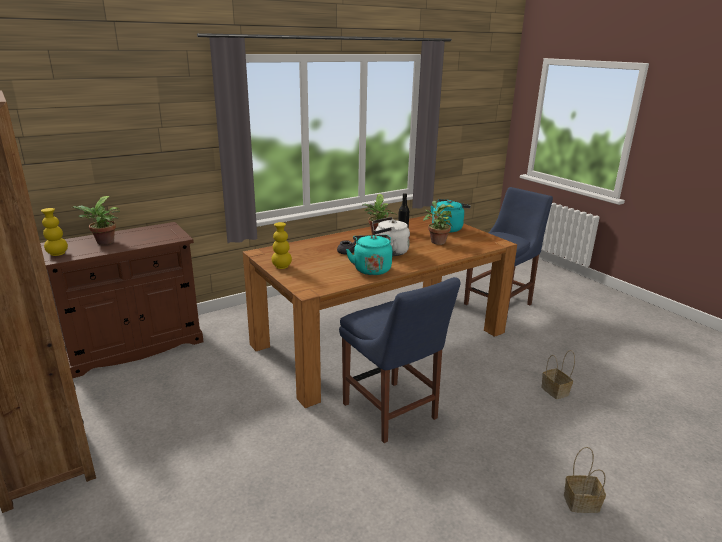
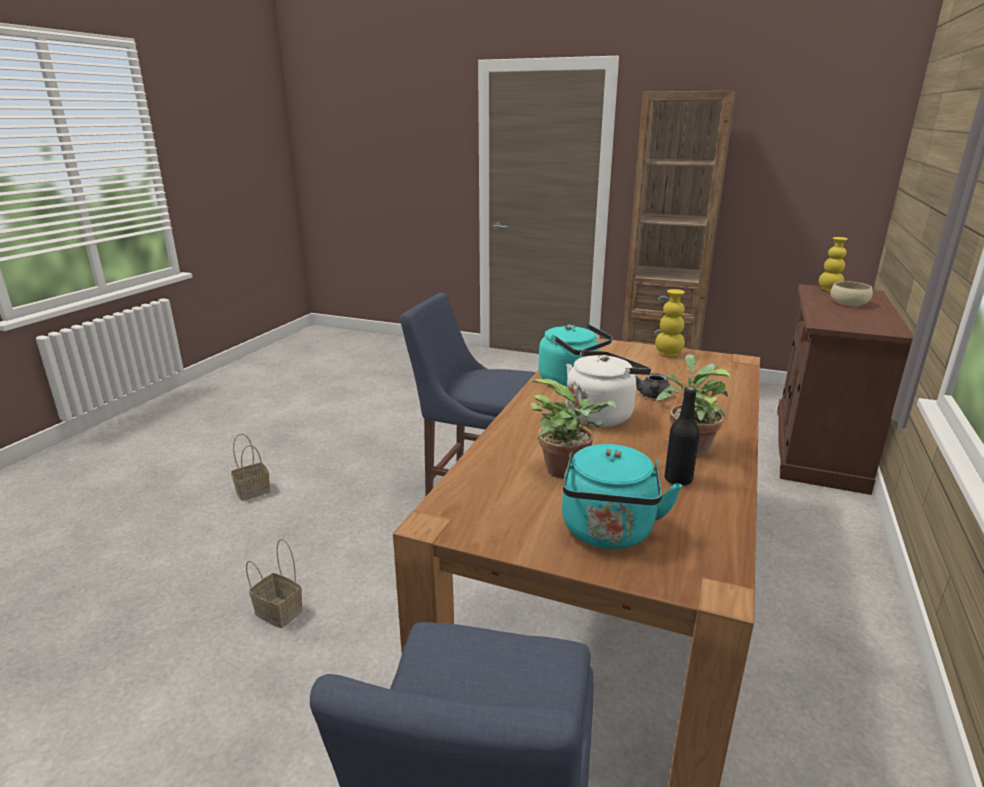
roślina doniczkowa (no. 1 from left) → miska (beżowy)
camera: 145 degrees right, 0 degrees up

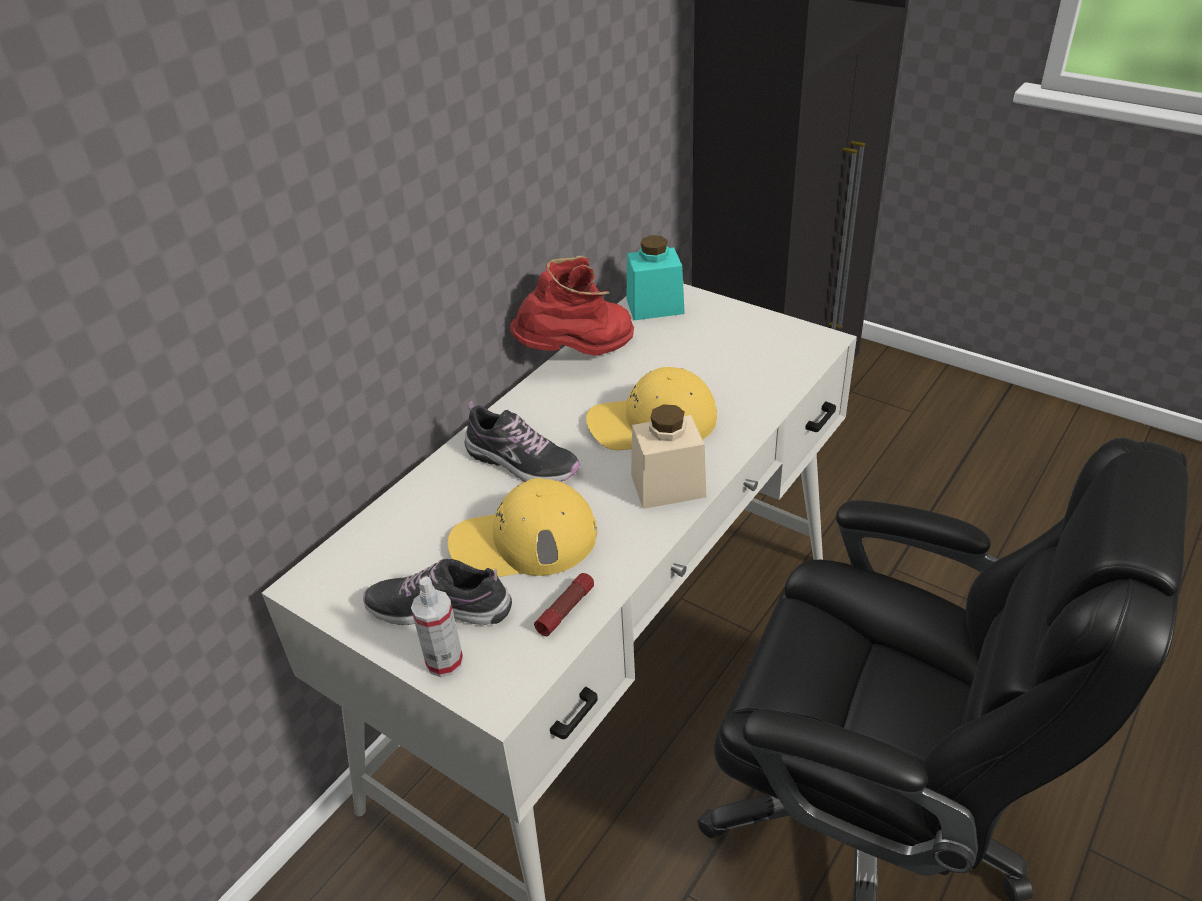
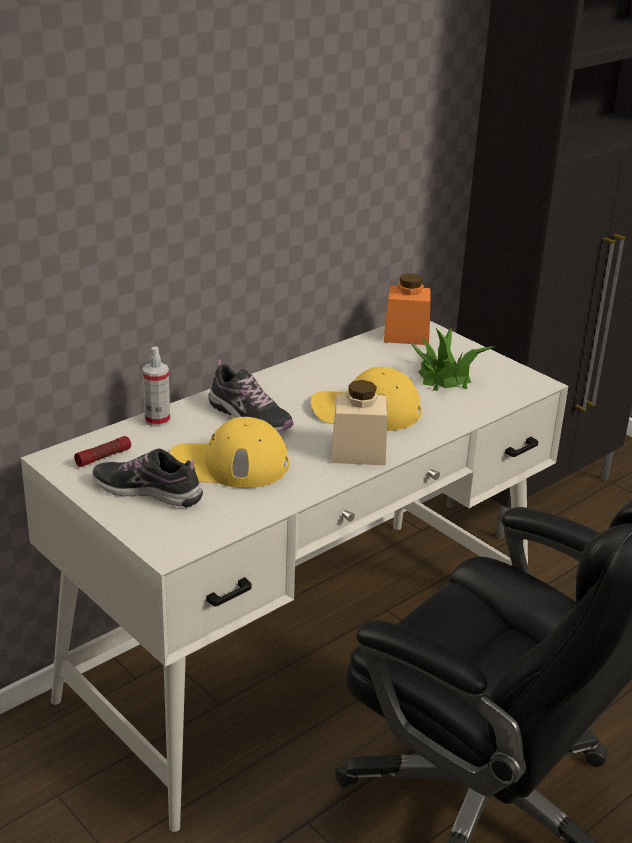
słoik (turkusowy) → słoik (pomarańczowy)
but z cholewką (czerwony) → -
latarka, relocated
spryskiwacz, relocated
- → roślina doniczkowa
camera: 10 degrees right, 10 degrees down

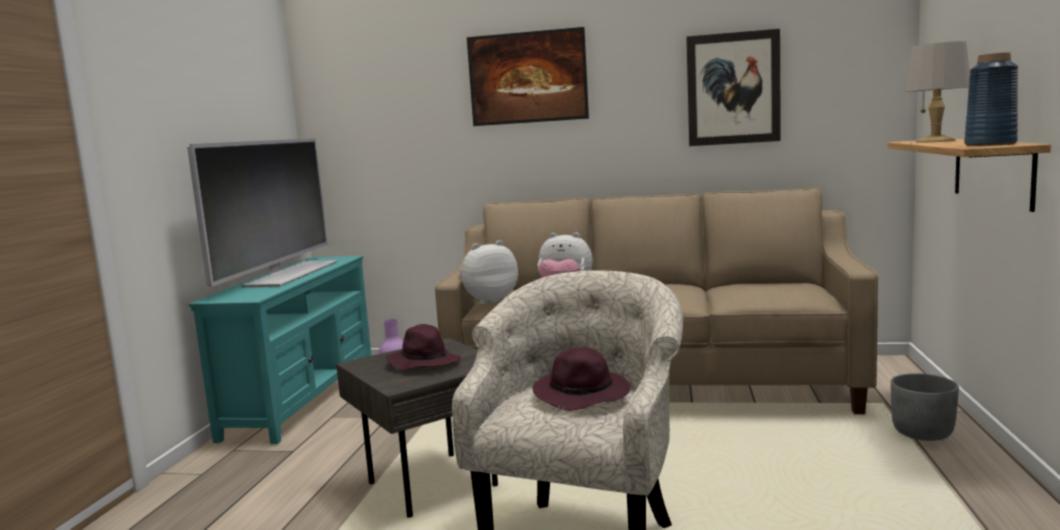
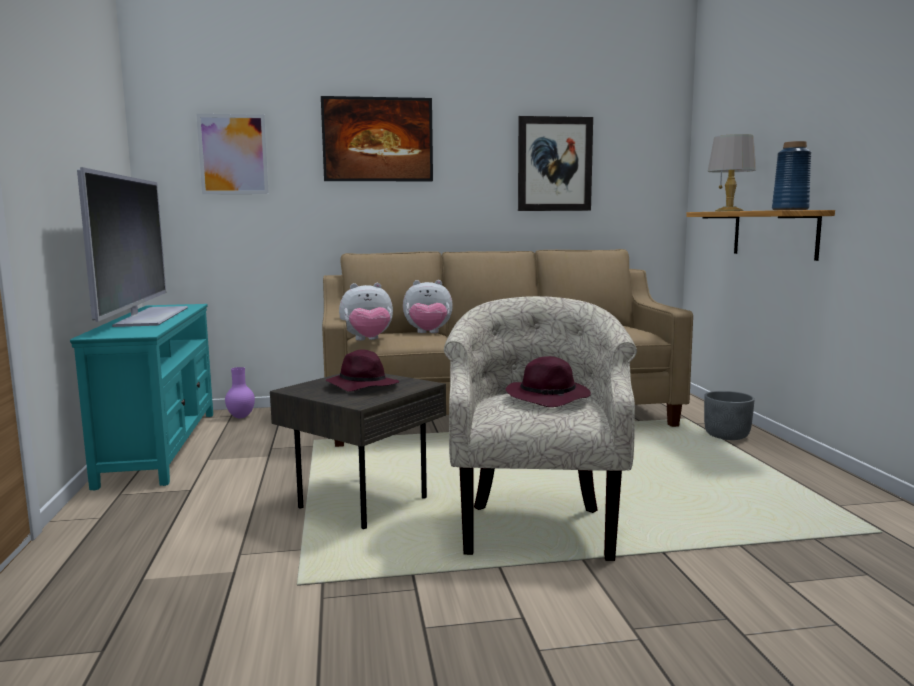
pluszak (no. 1 from left), 150 degrees counterclockwise
- → obraz (no. 1 from left)
camera: 20 degrees left, 0 degrees up

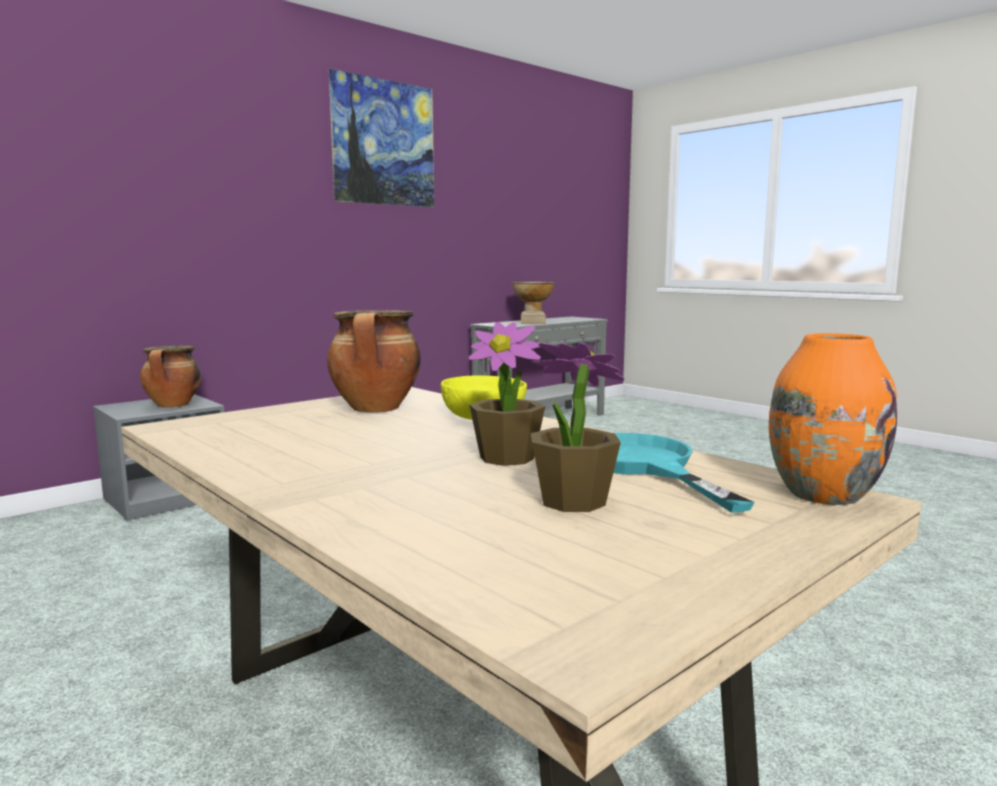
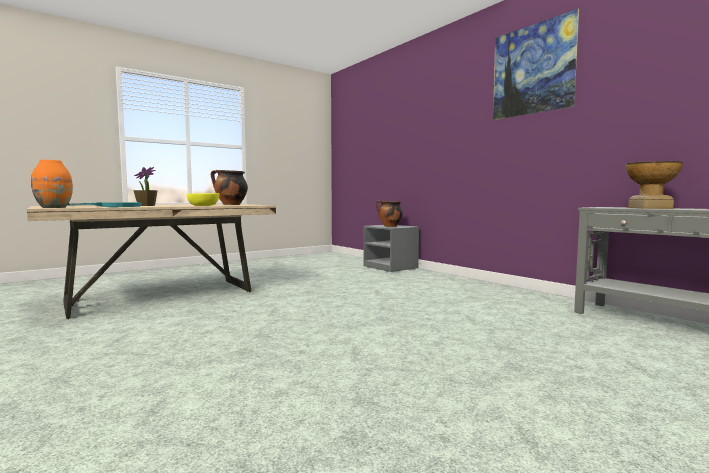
roślina doniczkowa (no. 2 from left) → -
camera: 95 degrees right, 5 degrees down

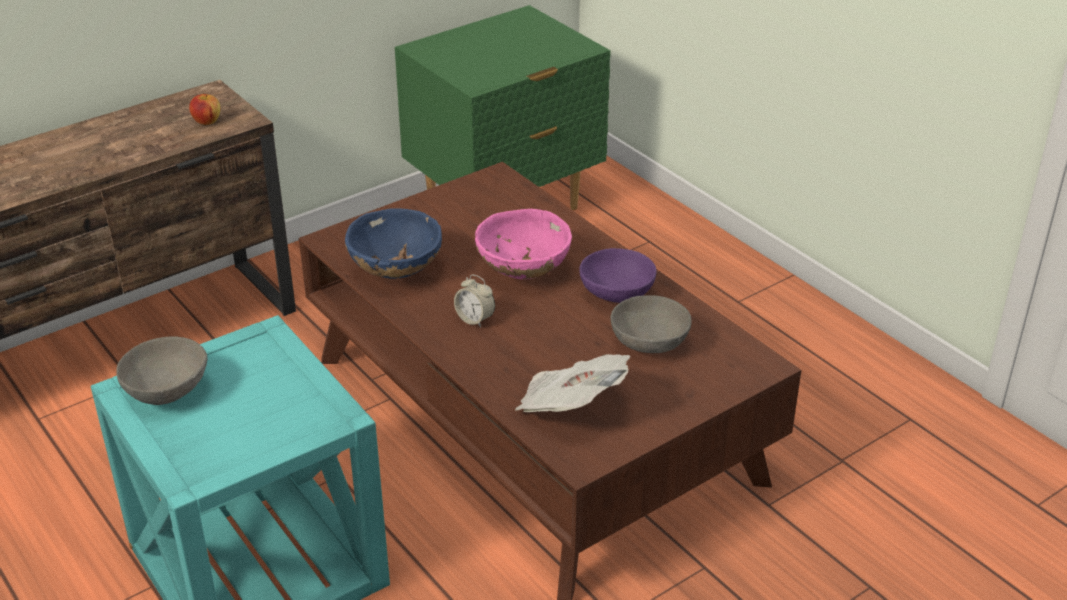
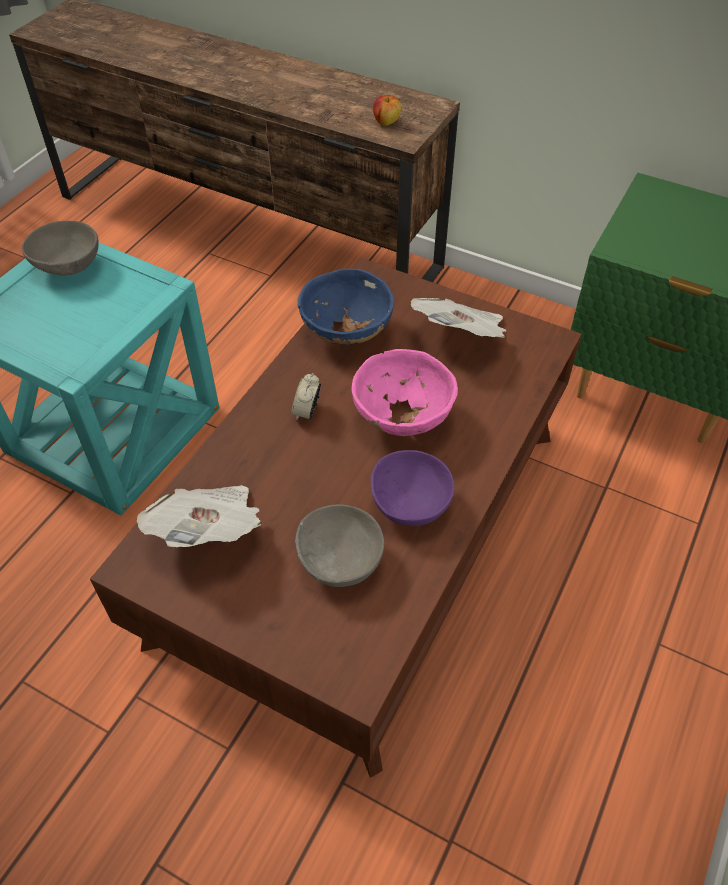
- → gazeta (no. 2 from left)
camera: 65 degrees right, 15 degrees up

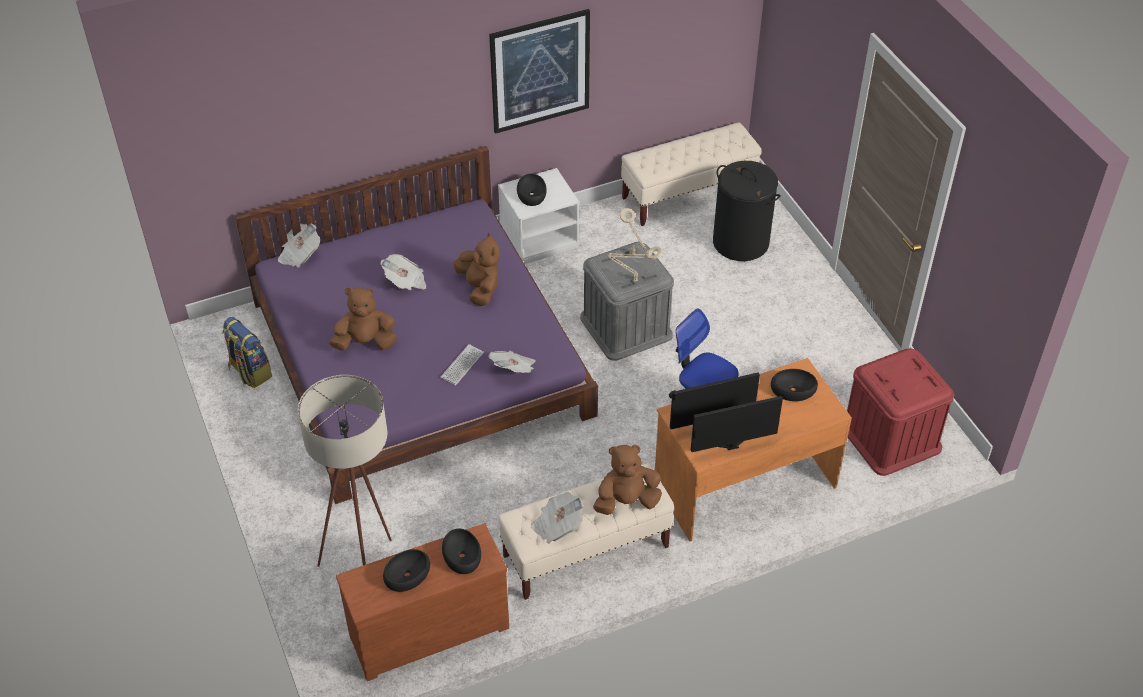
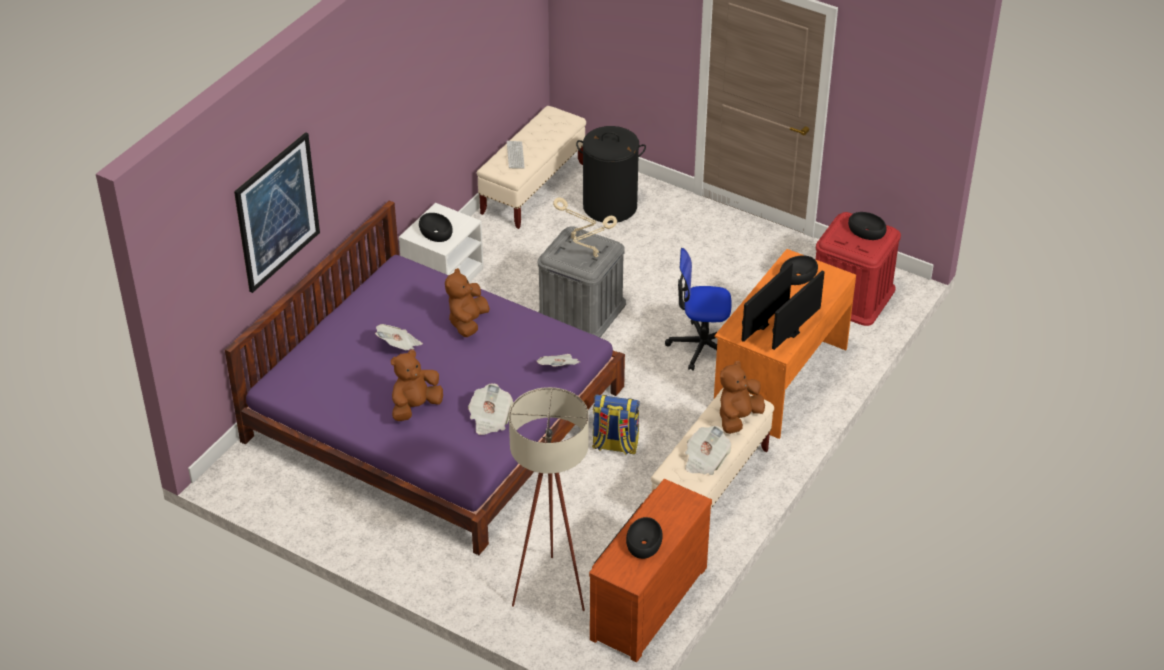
obraz, relocated
gazeta (no. 1 from left in the first image) → gazeta (no. 2 from left), relocated
pluszak (brązowy) (no. 2 from left), 105 degrees counterclockwise
plecak, relocated
klawiatura, relocated
miska (czarny) (no. 2 from left in the first image) → miska (czarny) (no. 4 from left), relocated
camera: 35 degrees left, 5 degrees down

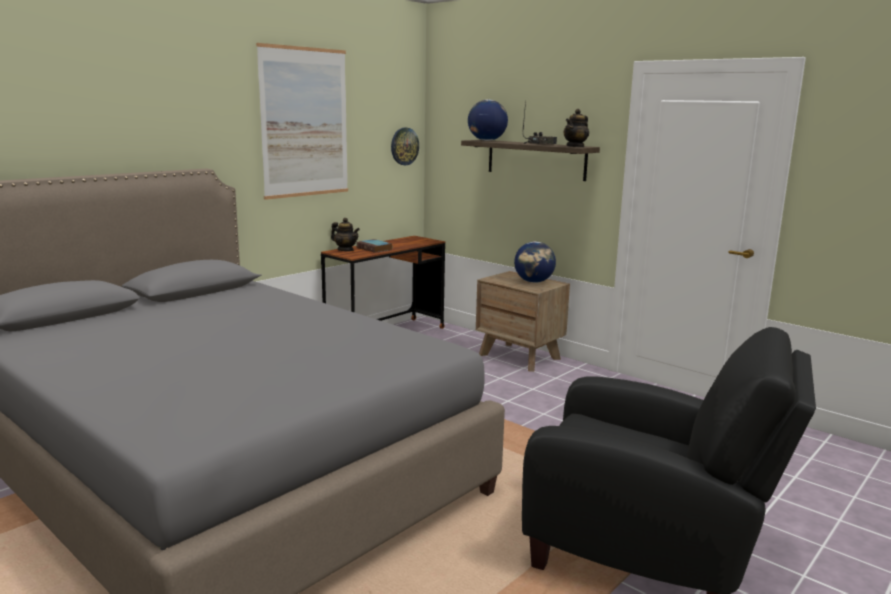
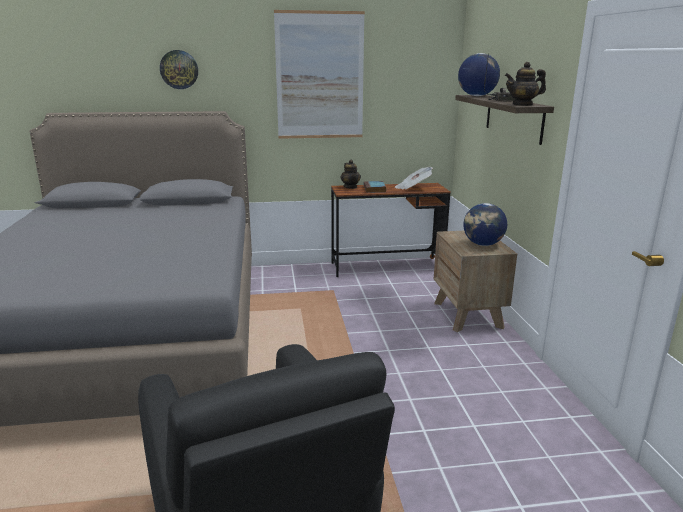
zegar ścienny, relocated
- → gazeta
camera: 40 degrees right, 5 degrees up

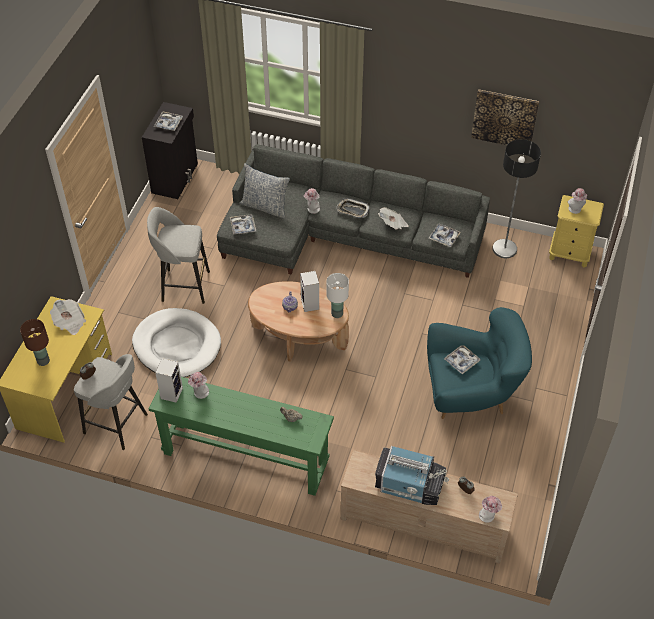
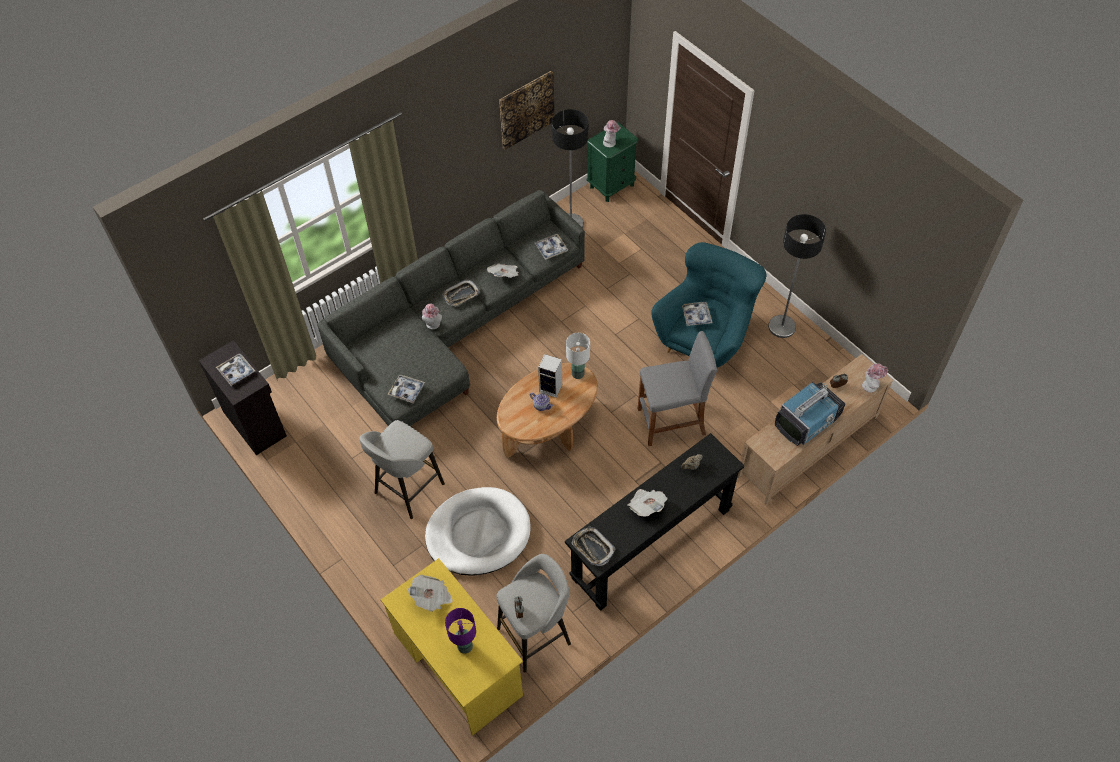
poduszka → -
szafka nocna (żółty) → szafka nocna (zielony)
lampa stołowa (brązowy) → lampa stołowa (fioletowy)
głośnik (no. 1 from left) → taca (no. 5 from left)
kapelusz (no. 1 from left) → -
stolik konsolowy (zielony) → stolik konsolowy (czarny)
- → lampa stojąca (no. 2 from left)
- → stołek (szary) (no. 3 from left)
- → gazeta (no. 3 from left)
camera: 55 degrees left, 5 degrees up

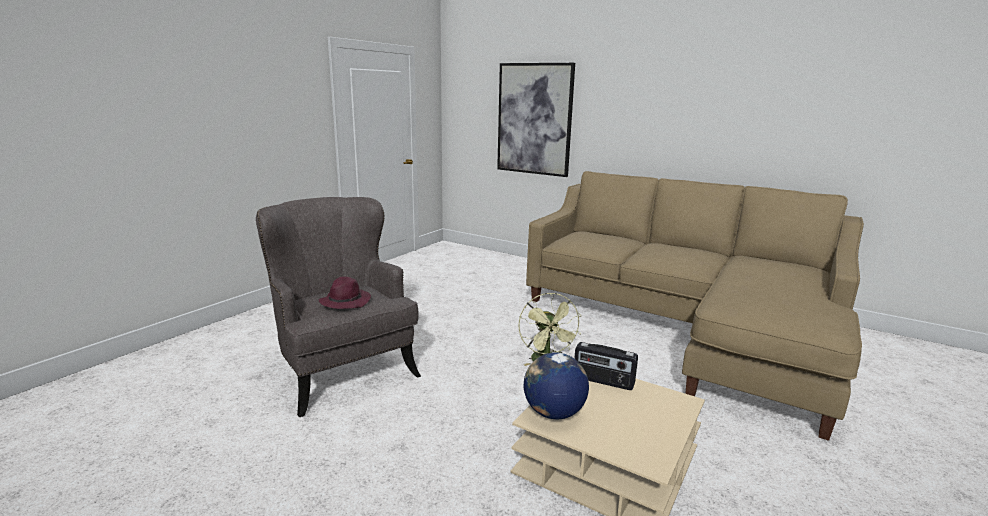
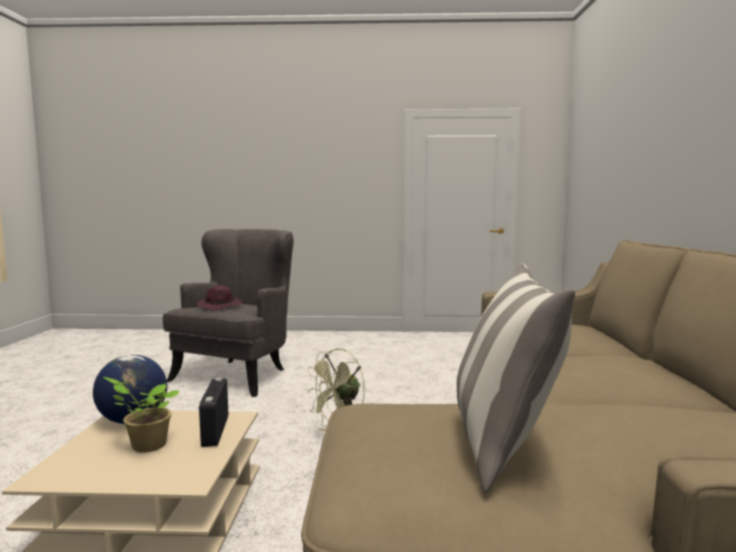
obraz → -
- → poduszka
- → roślina doniczkowa
camera: 60 degrees right, 10 degrees down

